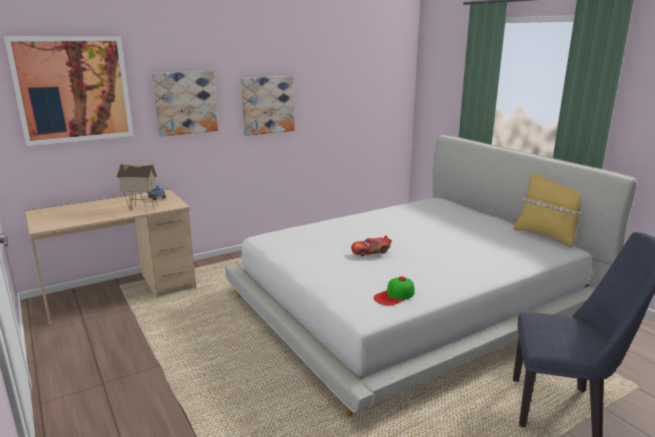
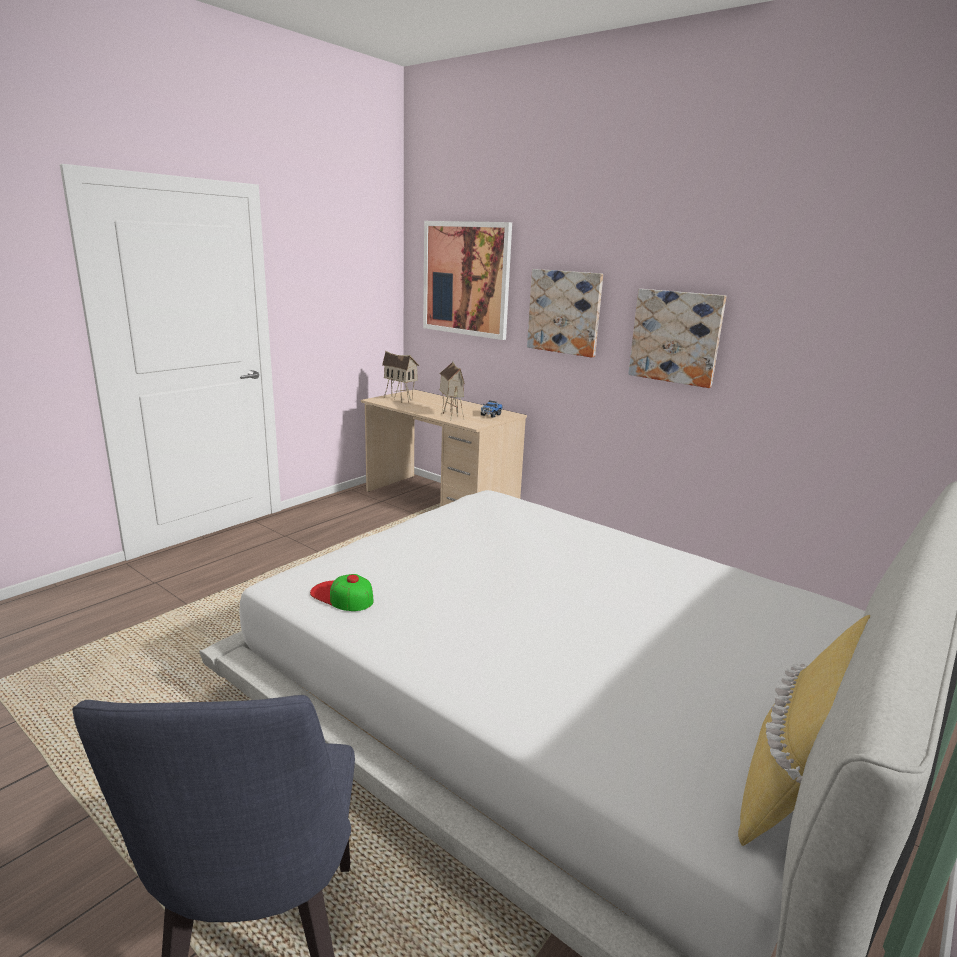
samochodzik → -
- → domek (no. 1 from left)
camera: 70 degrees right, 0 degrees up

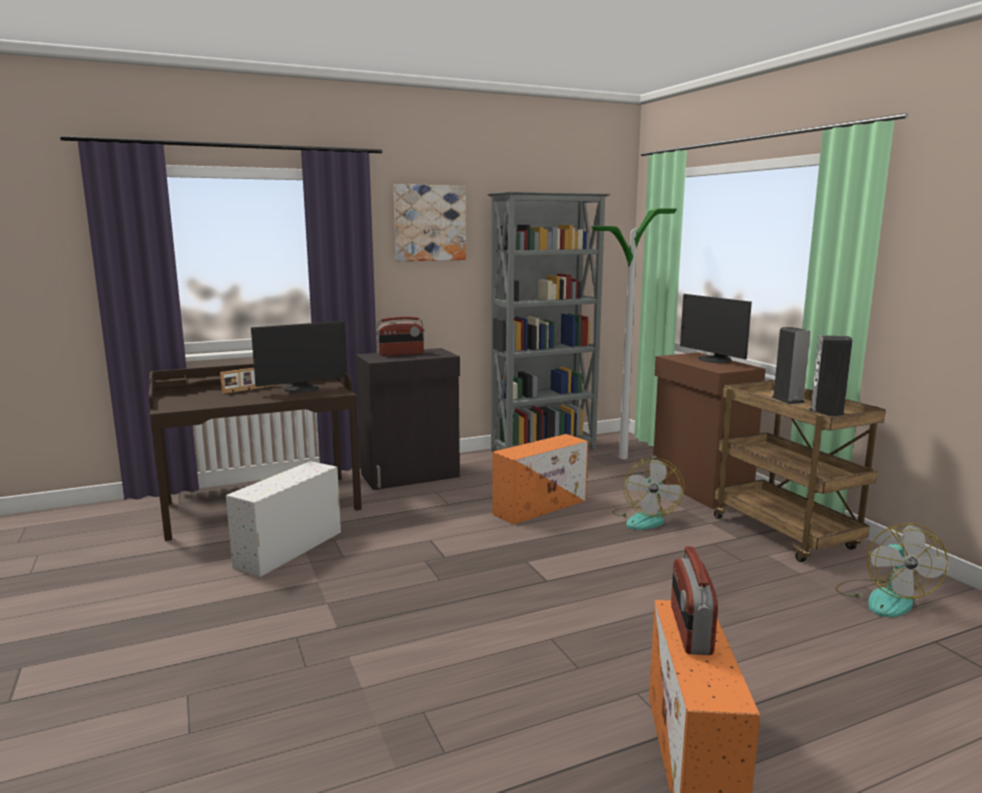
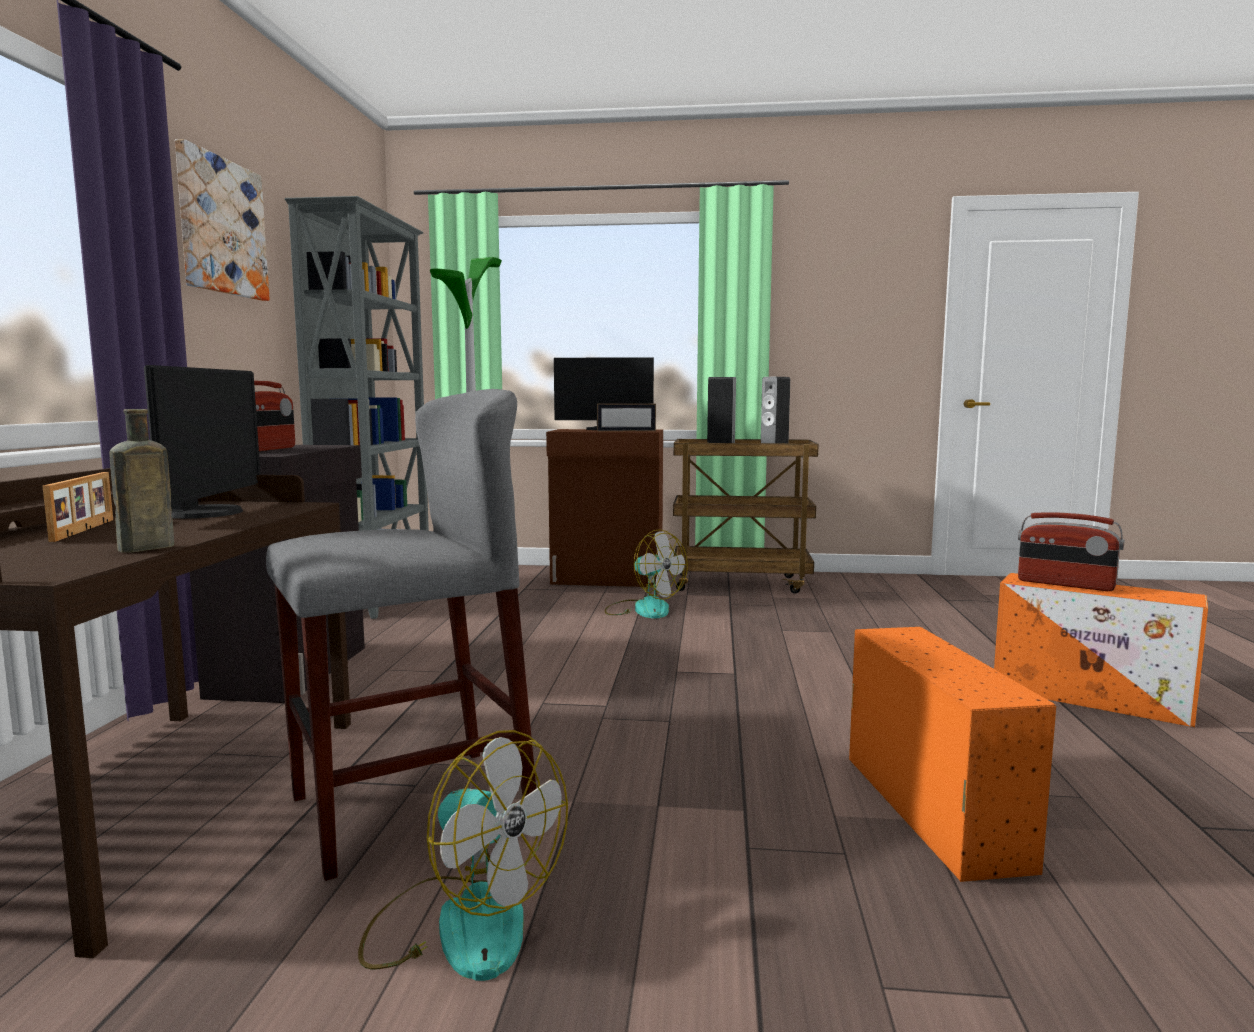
pojemnik do przechowywania (pomarańczowy) (no. 1 from left), relocated
pojemnik do przechowywania (biały) → stołek (szary)
wentylator (no. 2 from left in the first image) → wentylator (no. 1 from left), relocated
- → ramka na zdjęcie (no. 2 from left)
- → butelka (brązowy)
camera: 60 degrees left, 5 degrees down

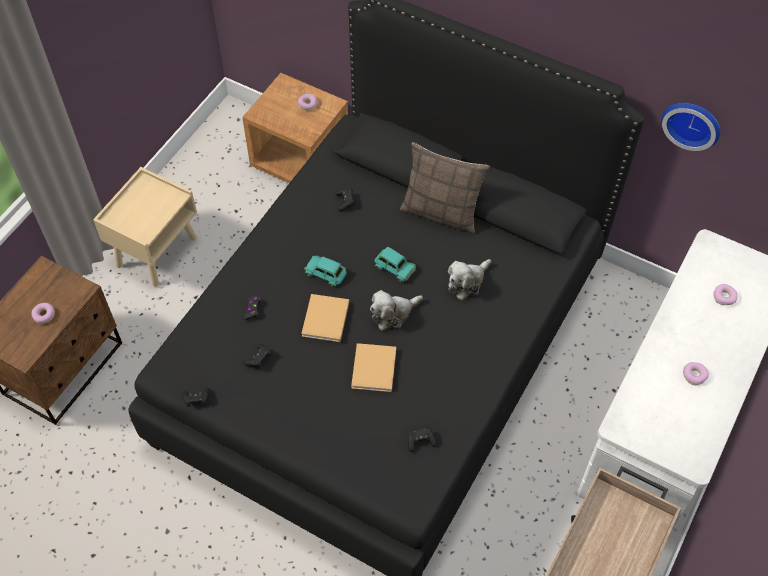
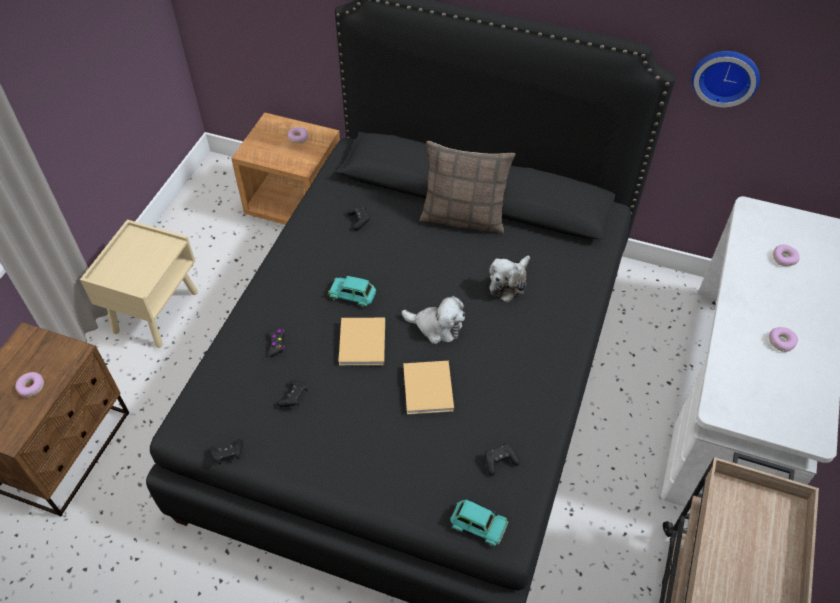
samochodzik (turkusowy) (no. 2 from left), relocated
pluszak (no. 1 from left), 120 degrees counterclockwise
camera: 10 degrees left, 5 degrees down

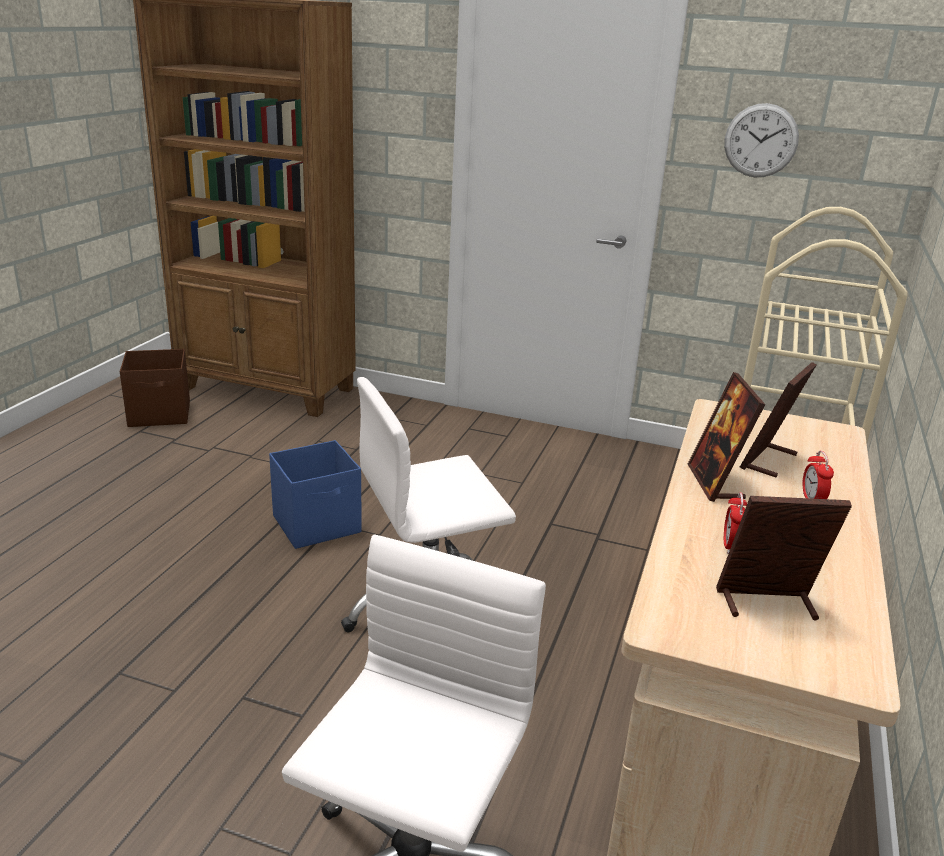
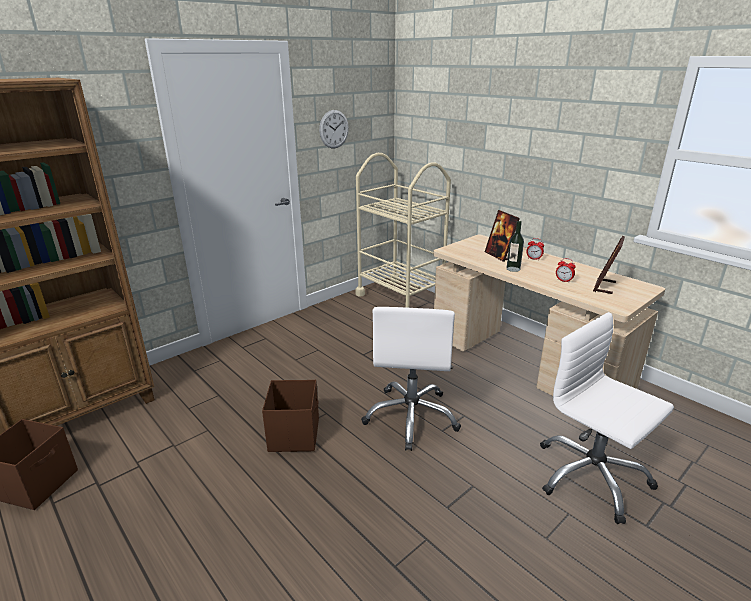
ramka na zdjęcie (no. 1 from left) → butelka
pojemnik do przechowywania (niebieski) → pojemnik do przechowywania (brązowy) (no. 2 from left)
camera: 60 degrees left, 0 degrees up

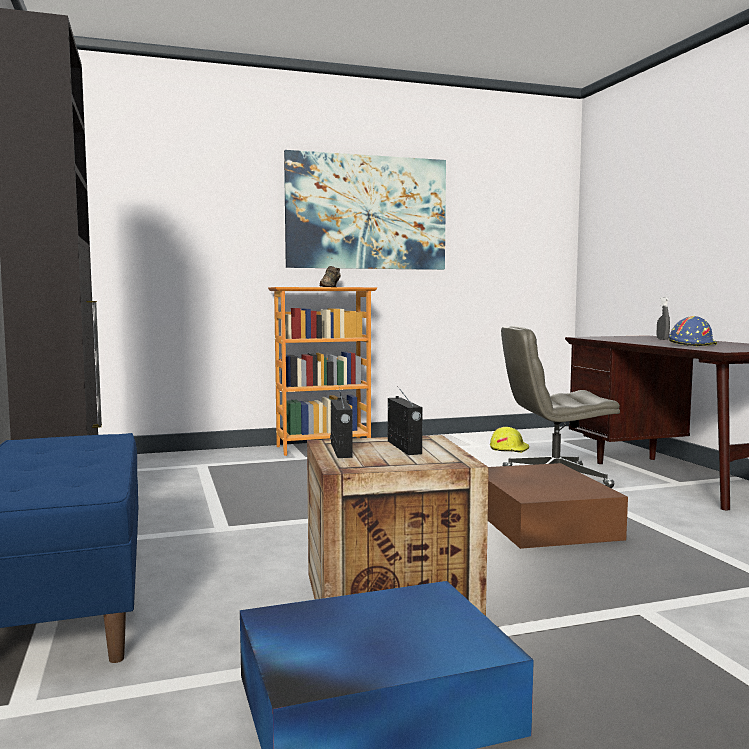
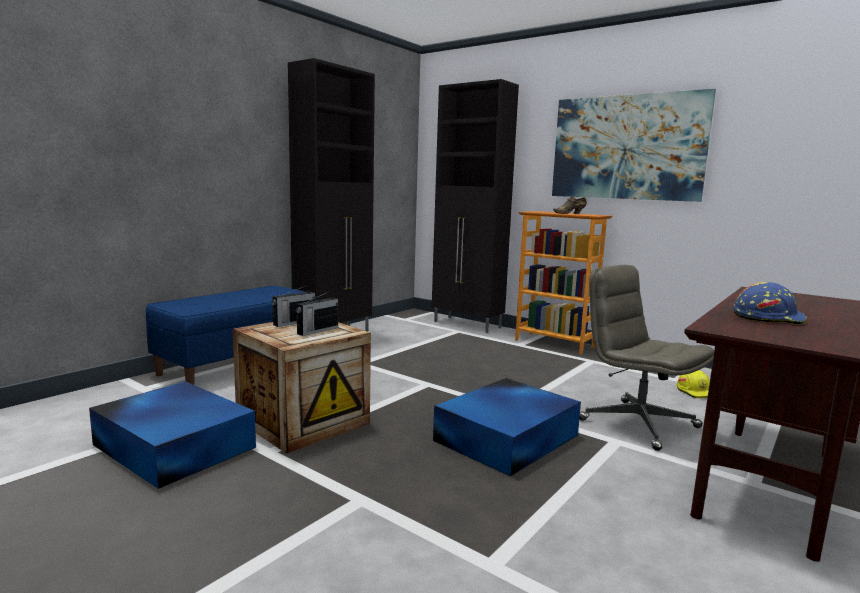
spryskiwacz (szary) → -
pojemnik do przechowywania (brązowy) → pojemnik do przechowywania (niebieski) (no. 2 from left)
- → szafka (czarny) (no. 2 from left)
camera: 55 degrees right, 5 degrees up

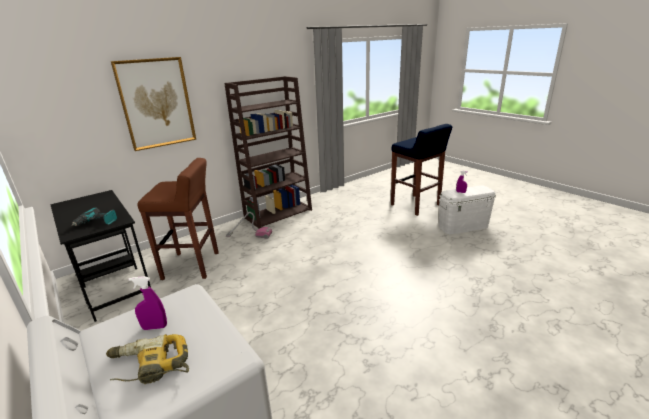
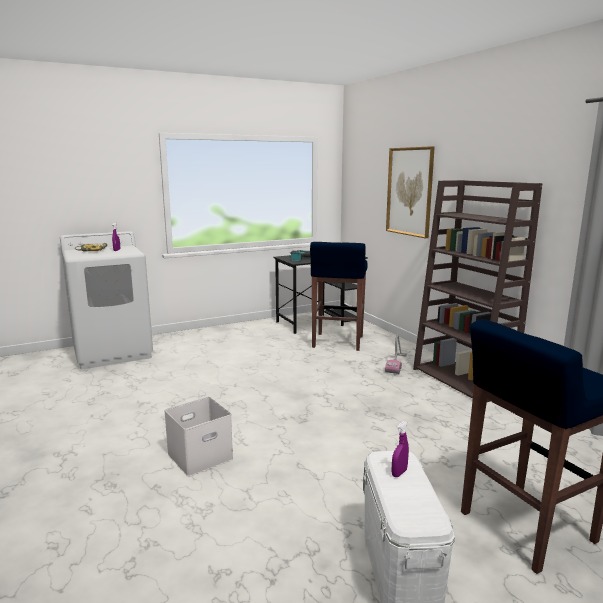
stołek (brązowy) → stołek (niebieski) (no. 1 from left)
- → pojemnik do przechowywania (biały) (no. 1 from left)
camera: 100 degrees right, 10 degrees down

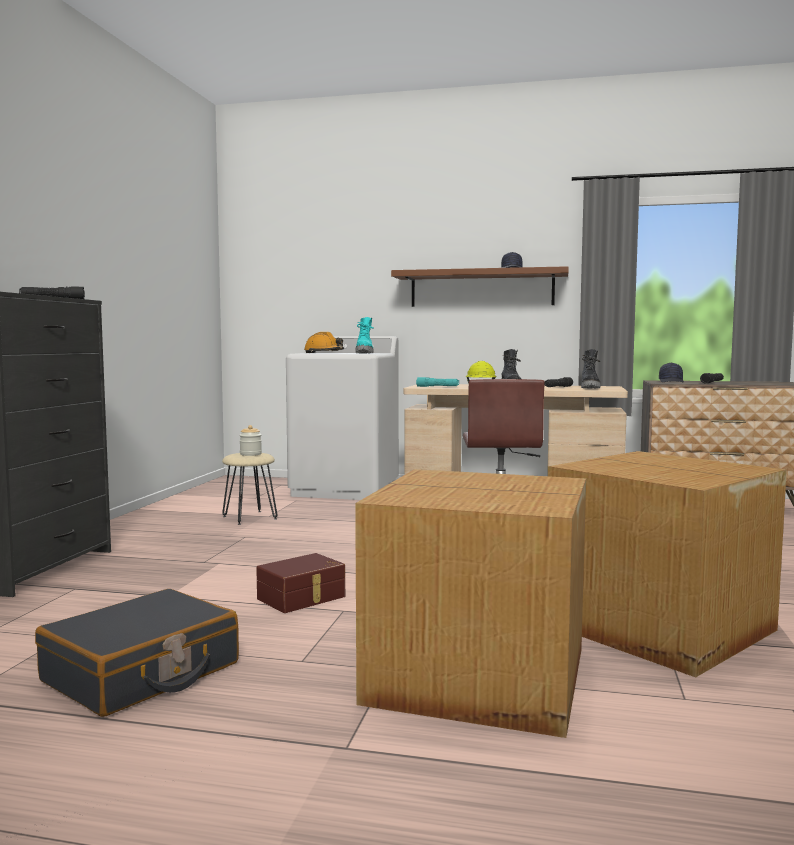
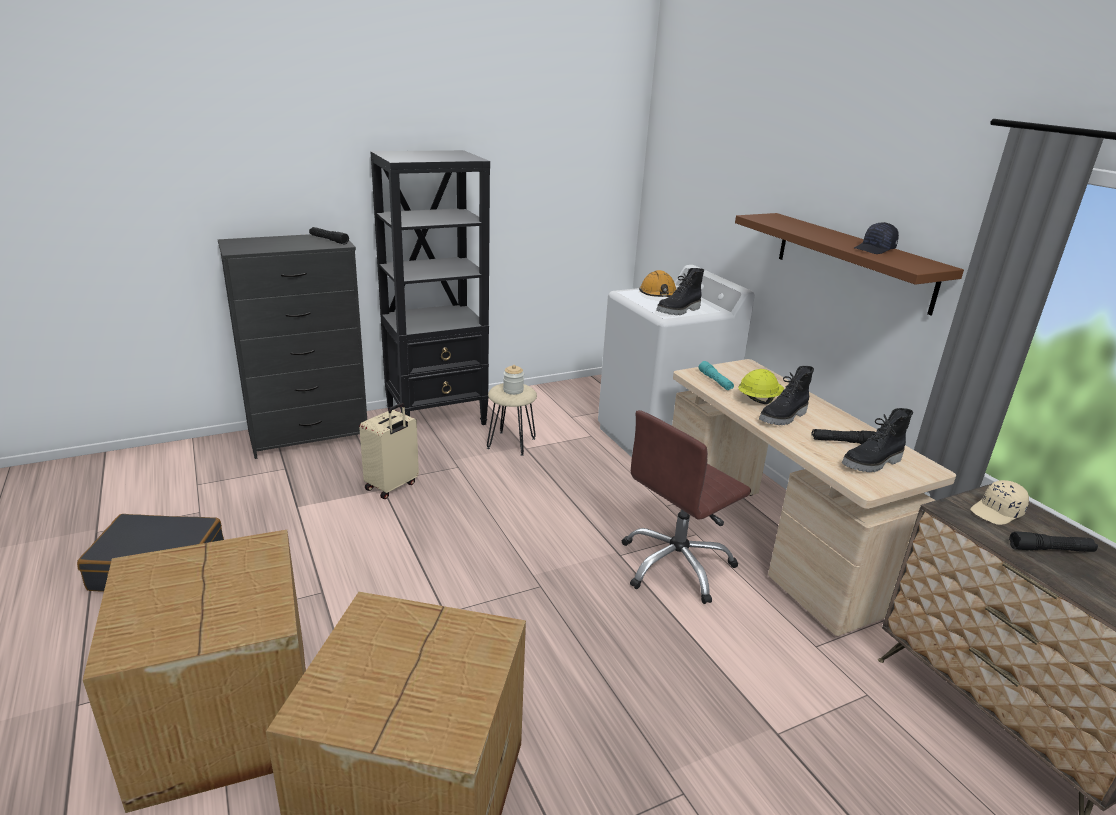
but z cholewką (turkusowy) → but z cholewką (czarny) (no. 1 from left)
czapka z daszkiem (czarny) (no. 2 from left) → czapka z daszkiem (beżowy)
pojemnik do przechowywania (brązowy) → -
- → regał (czarny)
- → walizka (beżowy)
camera: 50 degrees right, 20 degrees up

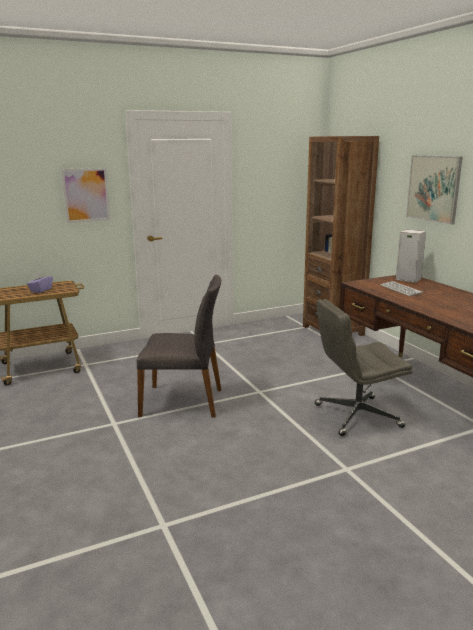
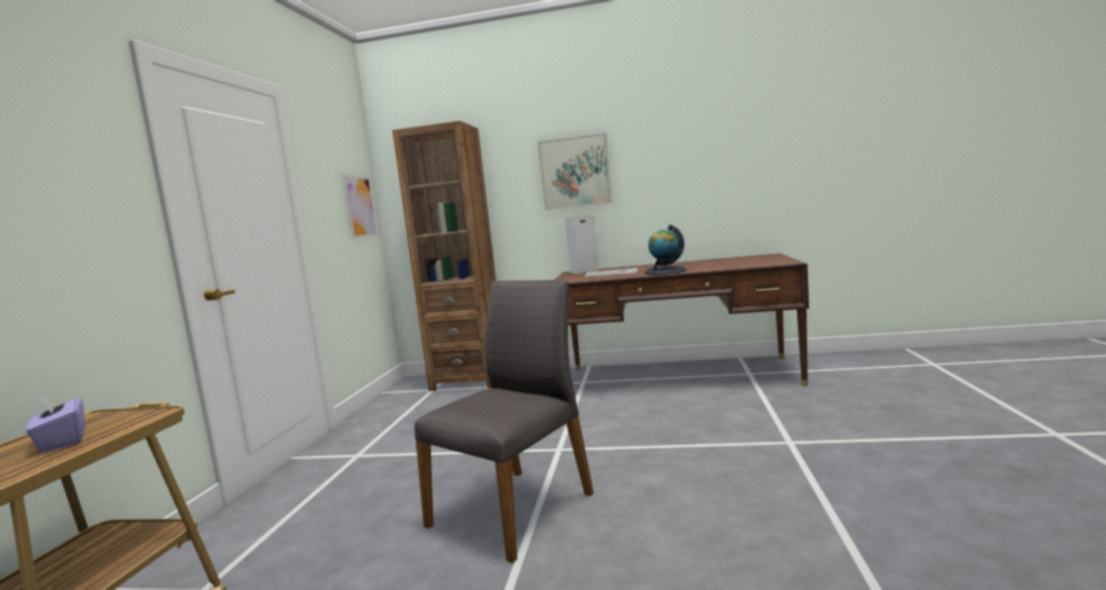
obraz (no. 1 from left), relocated
krzesło biurowe (szary) → -
- → globus
camera: 55 degrees left, 10 degrees down

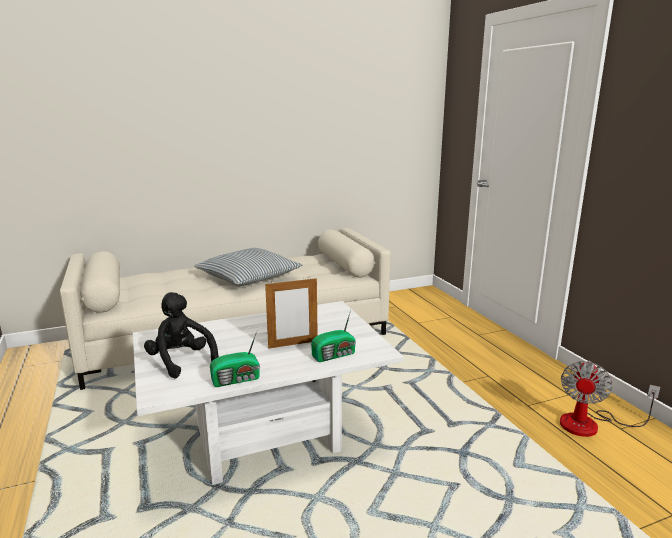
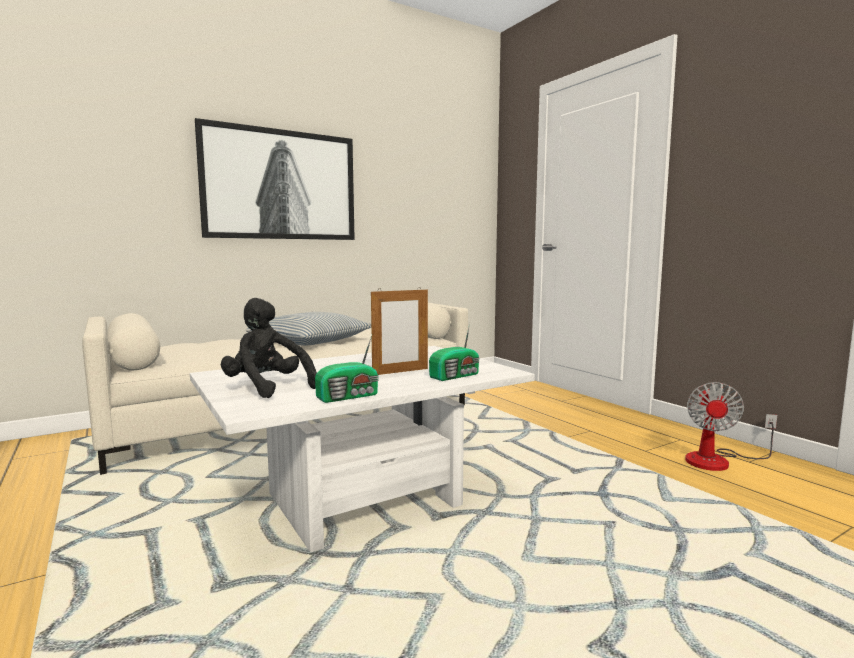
- → obraz
camera: 10 degrees left, 10 degrees down

